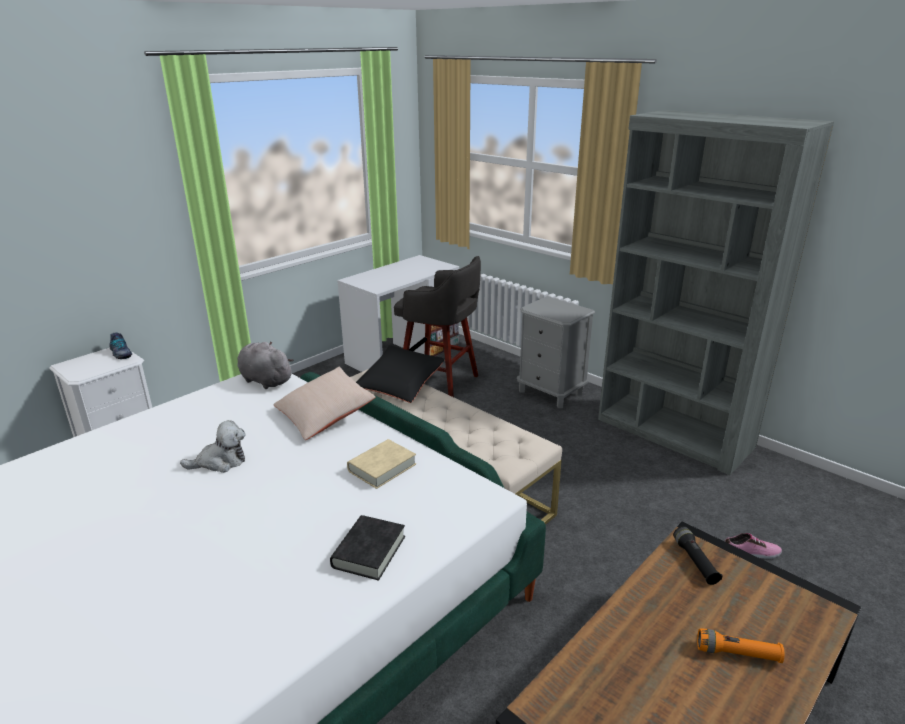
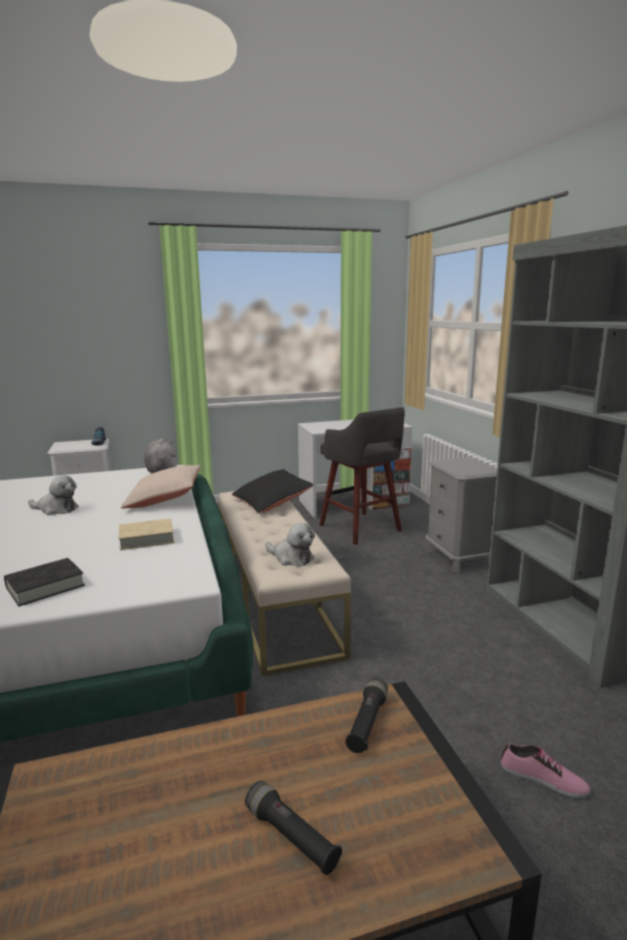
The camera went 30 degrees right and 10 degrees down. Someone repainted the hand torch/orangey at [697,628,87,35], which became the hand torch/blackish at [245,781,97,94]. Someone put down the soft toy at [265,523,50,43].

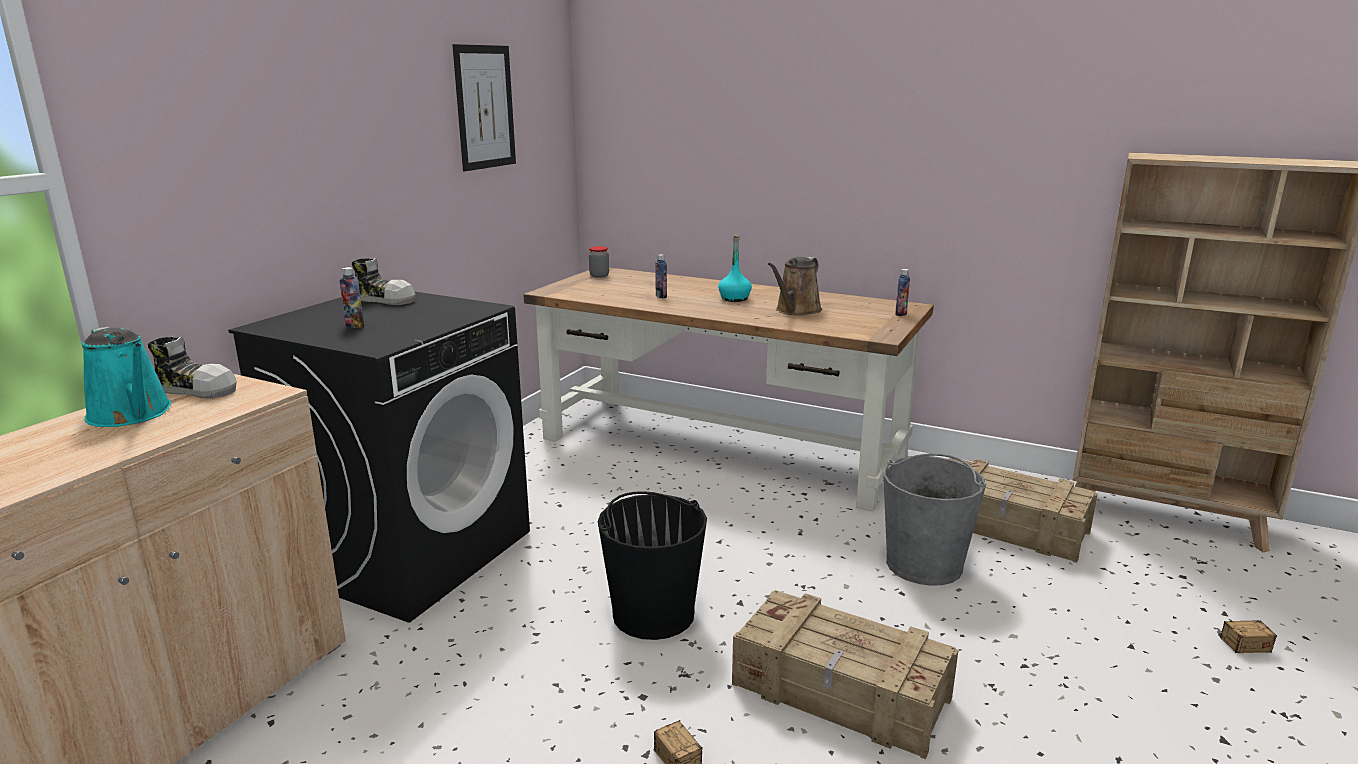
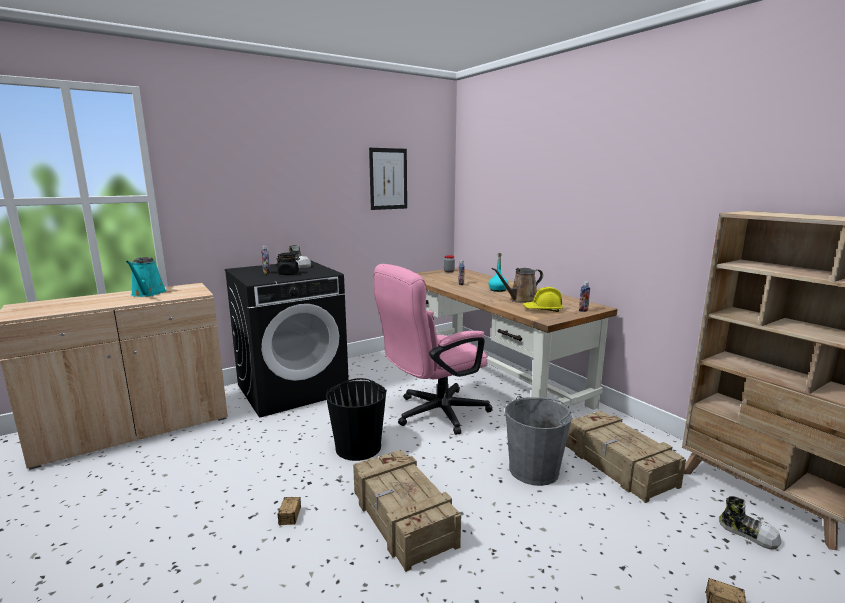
The camera went 30 degrees right and 5 degrees down. Someone carried the shoe from [148,337,89,62] to [719,496,62,54]. Someone put down the storage jar/blackish at [276,253,24,22]. Someone put down the office chair/pinkish at [373,264,119,171]. Someone put down the safety helmet/yellow at [523,287,40,25].

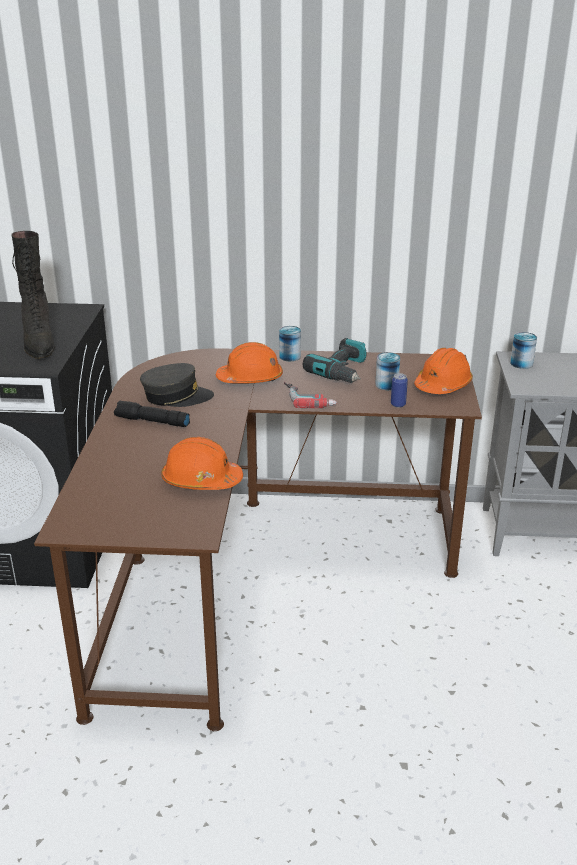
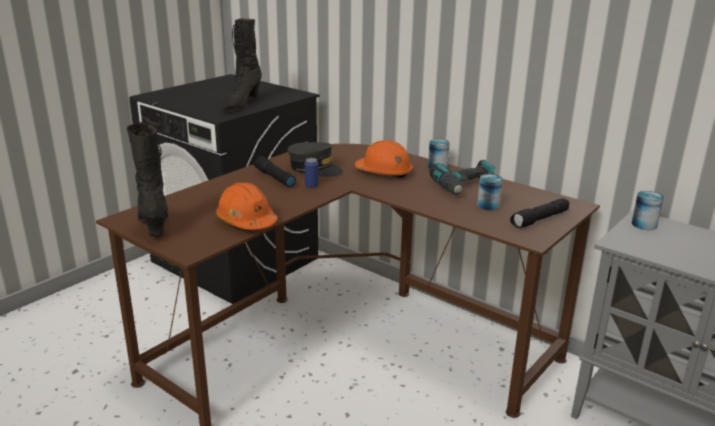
The camera went 35 degrees right and 5 degrees down. Someone took away the power drill at [284,382,53,26]. Someone carried the can from [391,373,17,35] to [305,158,13,30]. Someone swapped the safety helmet/orangey at [414,348,59,46] for the hand torch/blackish at [510,198,59,30]. Someone put down the high-top boot/blackish at [127,122,42,115].

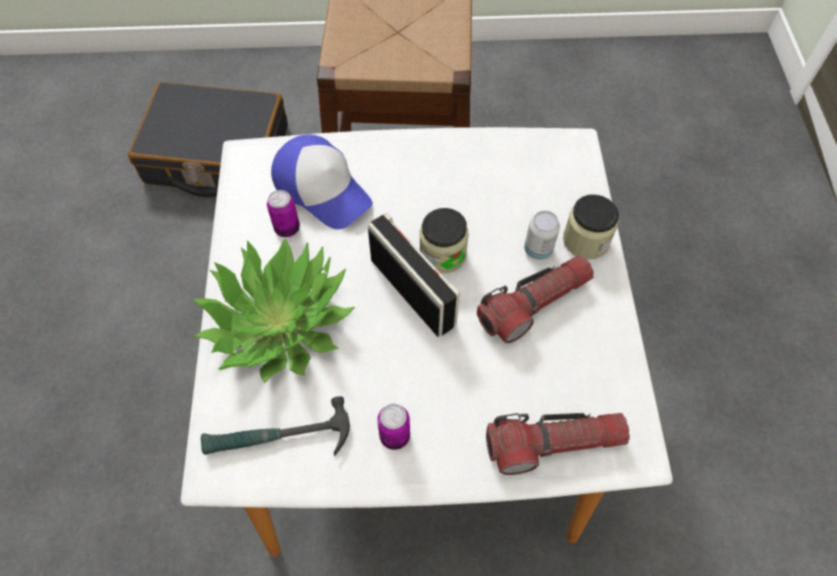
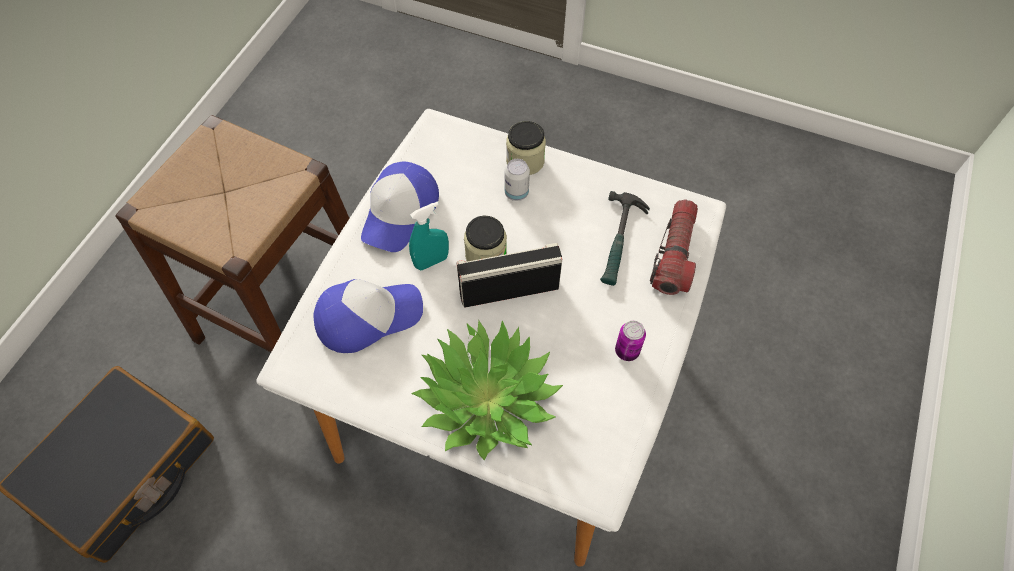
The camera went 65 degrees left and 0 degrees up. Someone carried the tool hammer from [201,396,149,60] to [600,191,50,95]. Someone took away the can at [267,190,33,47]. Someone took away the hand torch at [477,255,117,88]. Someone put down the cap at [361,161,78,91]. Someone put down the hand sprayer/turquoise-coloured at [409,202,40,68].

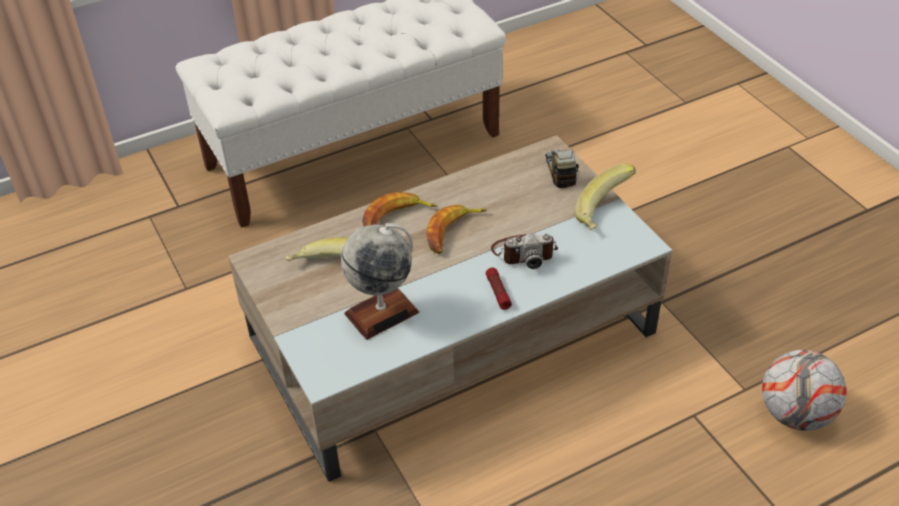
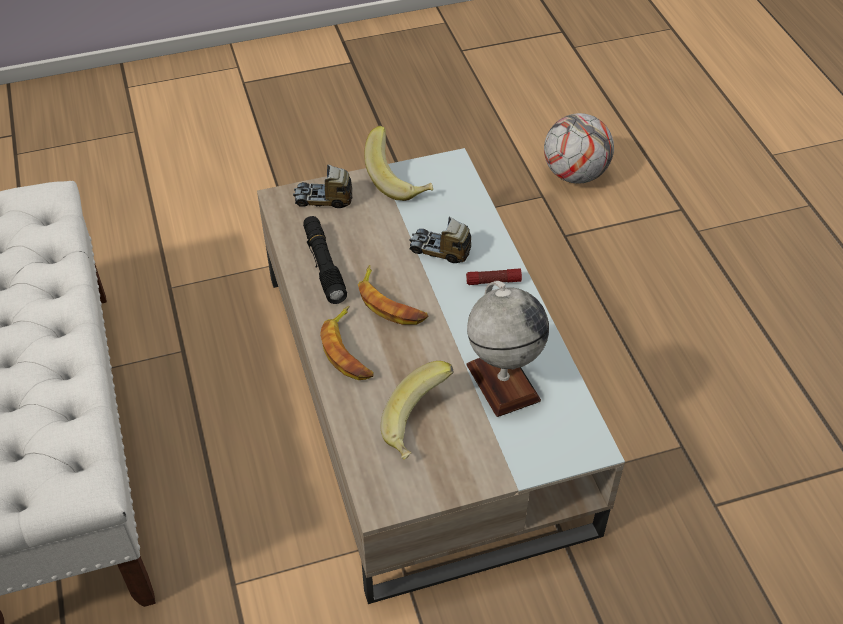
The camera went 80 degrees left and 5 degrees up. Someone swapped the photo camera at [491,233,67,36] for the toy truck at [409,216,62,47]. Someone put down the hand torch/blackish at [303,216,44,88].

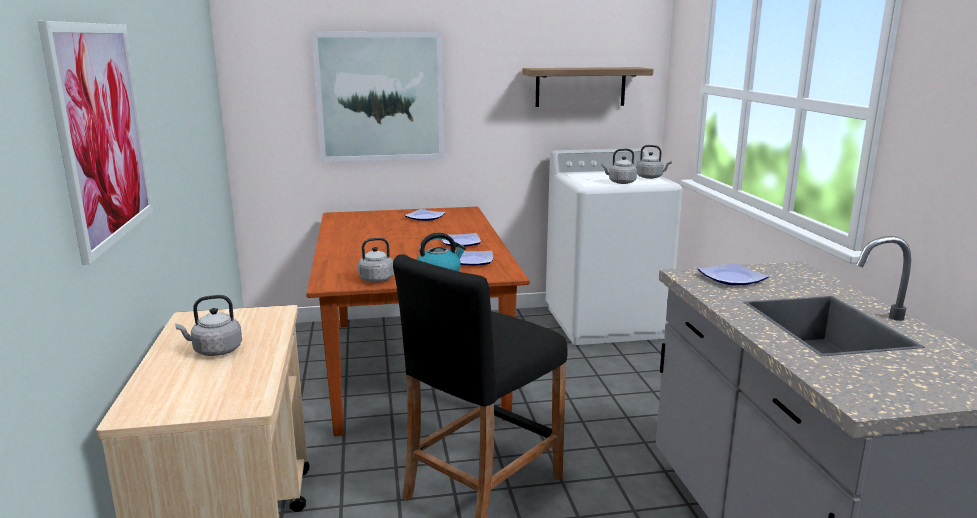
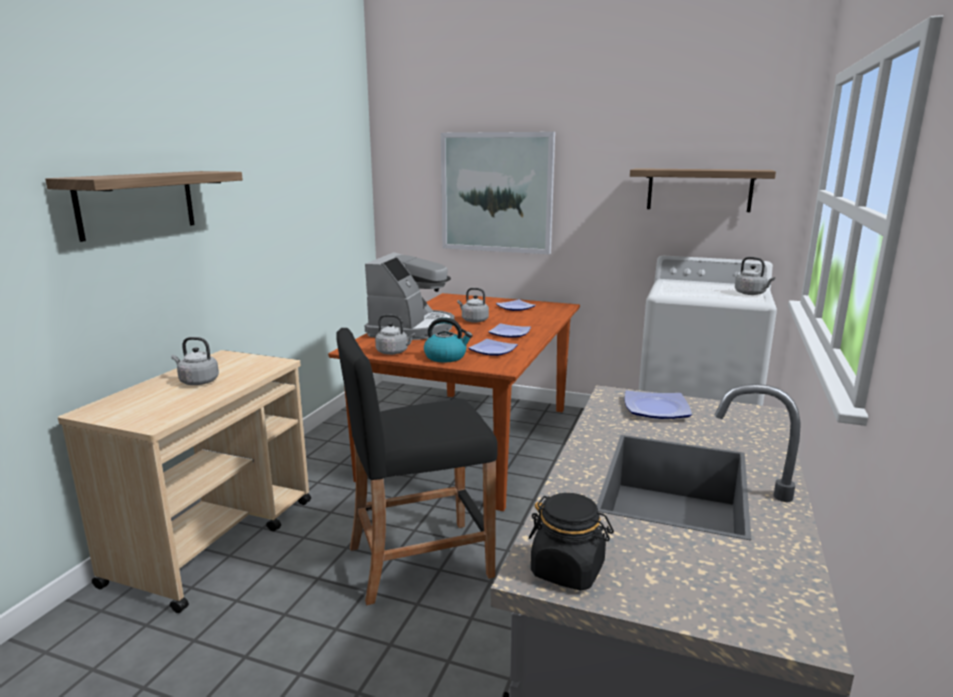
The camera went 30 degrees right and 0 degrees up. Someone swapped the wall art at [38,21,116,244] for the wall shelf at [45,171,198,71]. Someone carried the water kettle/greyish from [601,149,36,35] to [457,288,32,35]. Someone put down the coffee maker at [365,252,90,88]. Someone put down the storage jar/blackish at [529,493,85,97].

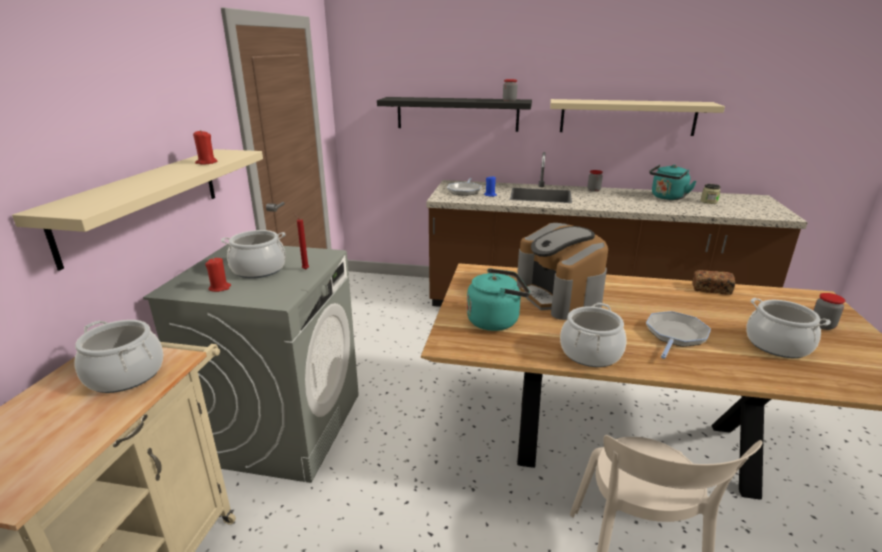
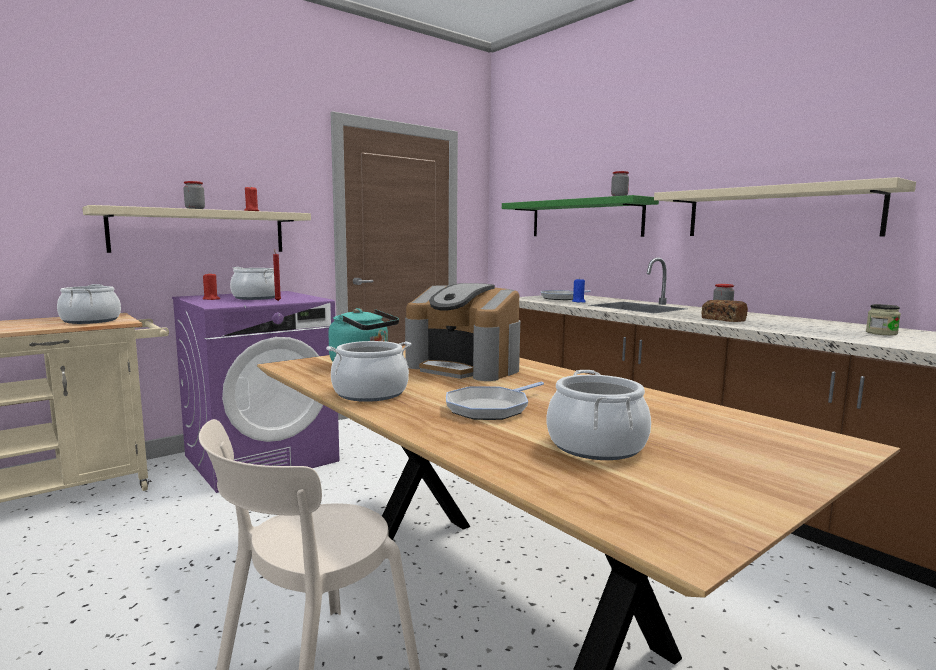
The camera went 40 degrees right and 15 degrees down. Someone repainted the laundry machine/greyish at [143,243,216,240], which became the laundry machine/purple at [172,291,167,202]. Someone repainted the wall shelf/blackish at [377,97,155,35], which became the wall shelf/green at [502,195,157,42]. Someone rotated the coffee maker at [517,223,91,97] by 75 degrees counterclockwise. Someone rotated the pan at [646,311,65,48] by 150 degrees clockwise. Someone took away the water kettle/turquoise-coloured at [649,165,48,35]. Someone carried the baked bread from [692,270,43,25] to [701,300,47,22]. Someone carried the storage jar from [813,293,33,37] to [183,181,22,28].

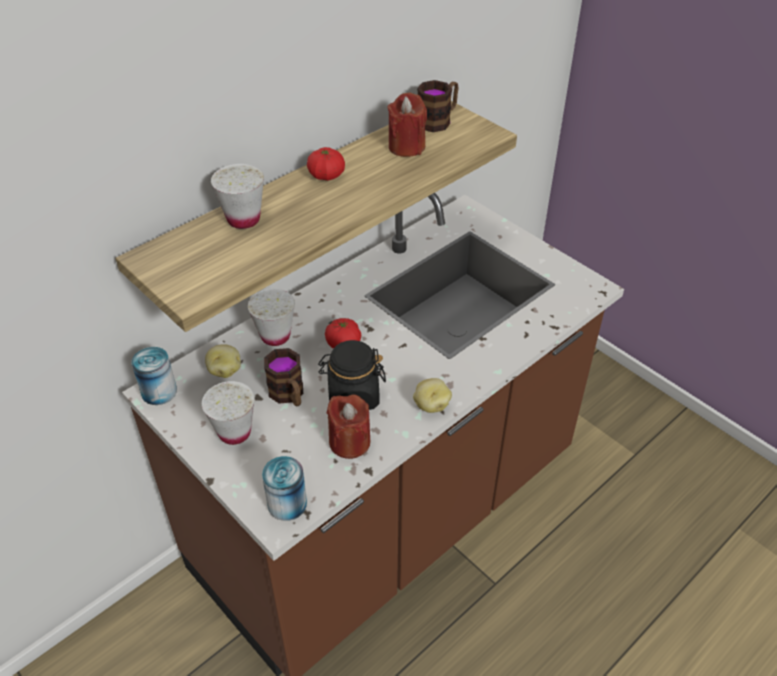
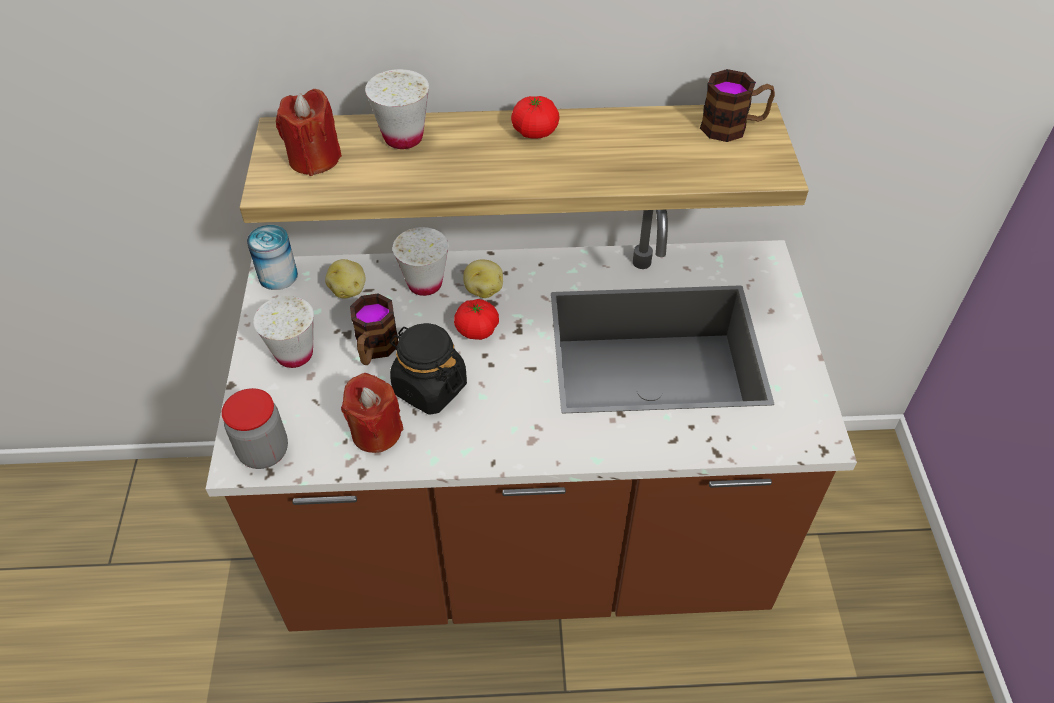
The camera went 40 degrees right and 5 degrees up. Someone swapped the can at [262,456,45,65] for the storage jar at [222,388,66,81]. Someone carried the candle/reddish from [387,93,40,64] to [276,89,66,87]. Someone carried the spud from [413,378,39,35] to [463,260,40,38].

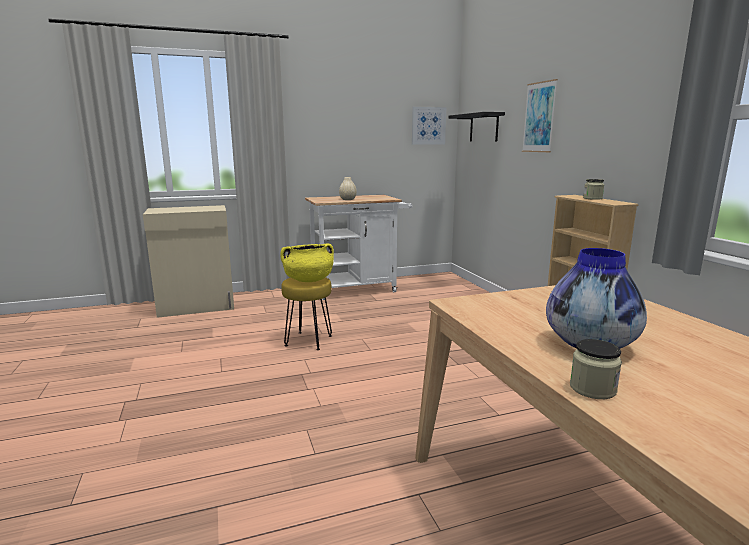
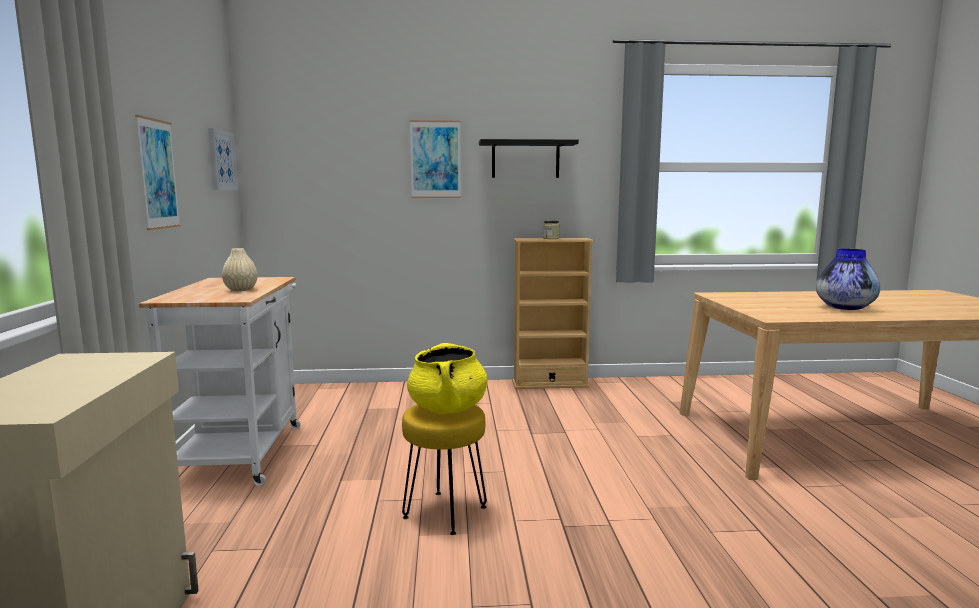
The camera went 75 degrees left and 5 degrees down. Someone carried the wall shelf/blackish from [449,112,56,30] to [479,139,100,39]. Someone took away the storage jar at [570,339,52,60]. Someone put up the wall art at [135,115,46,115].

